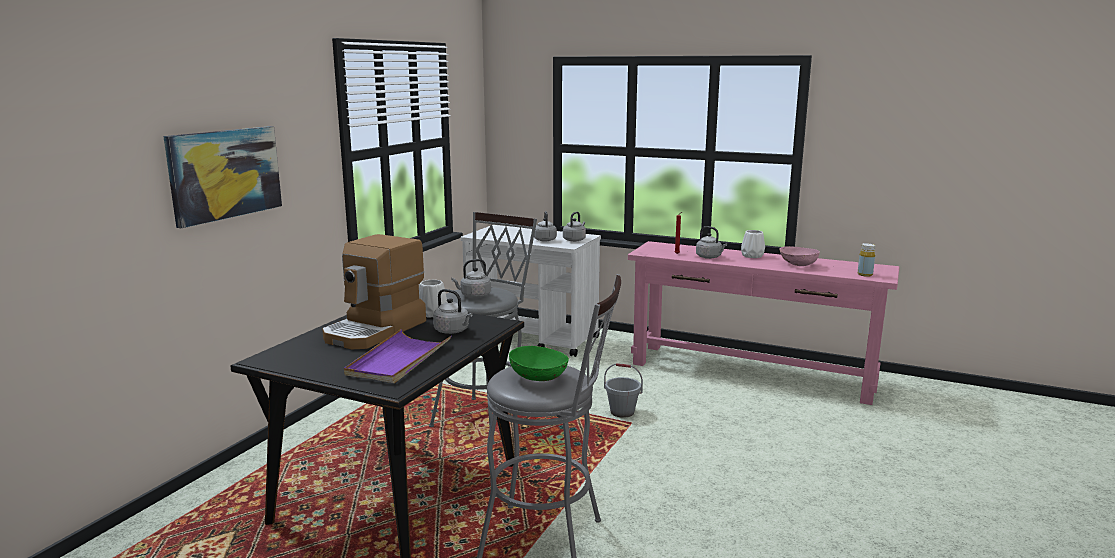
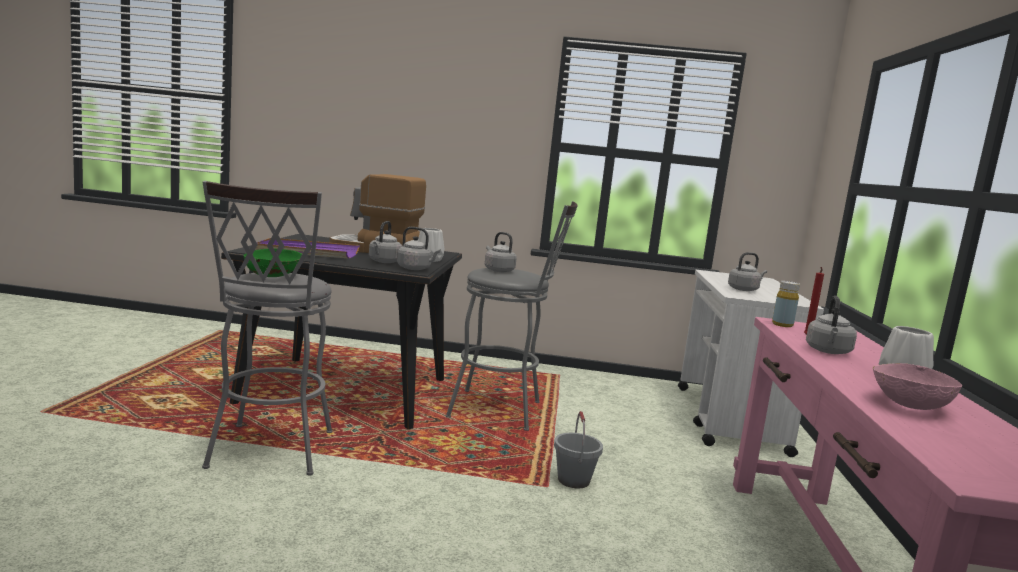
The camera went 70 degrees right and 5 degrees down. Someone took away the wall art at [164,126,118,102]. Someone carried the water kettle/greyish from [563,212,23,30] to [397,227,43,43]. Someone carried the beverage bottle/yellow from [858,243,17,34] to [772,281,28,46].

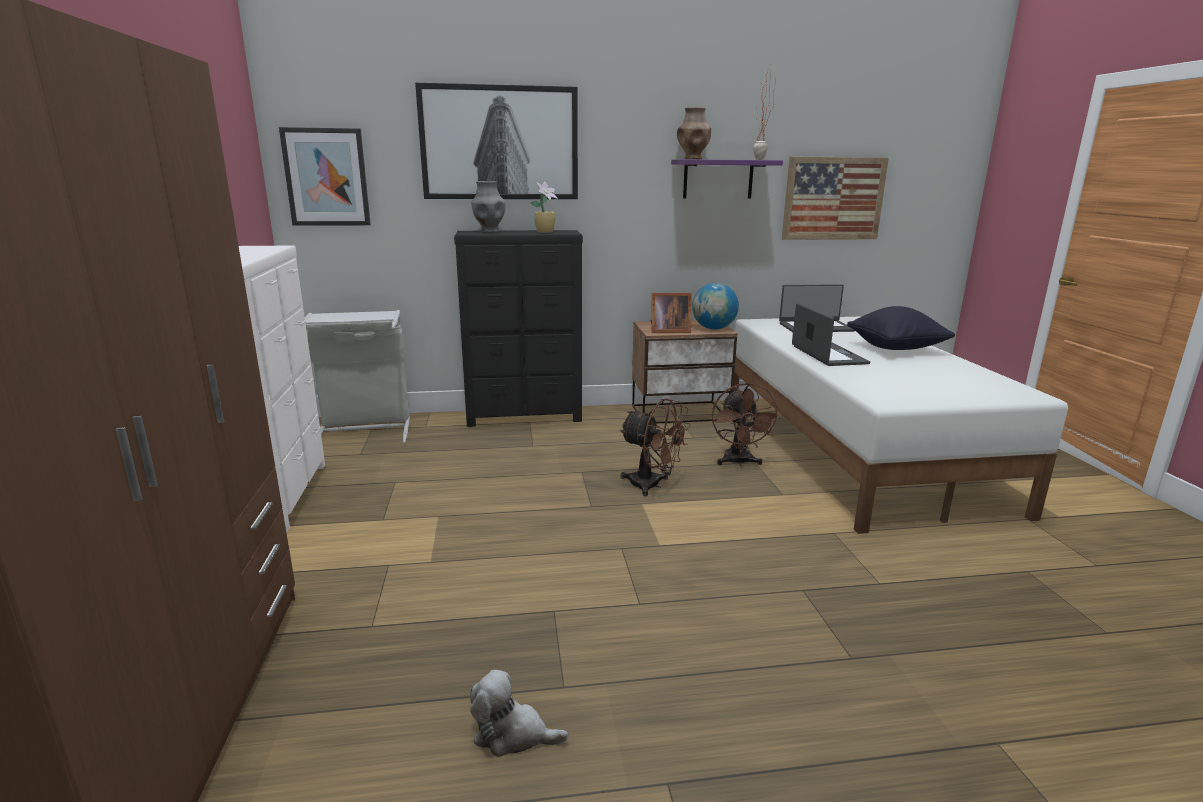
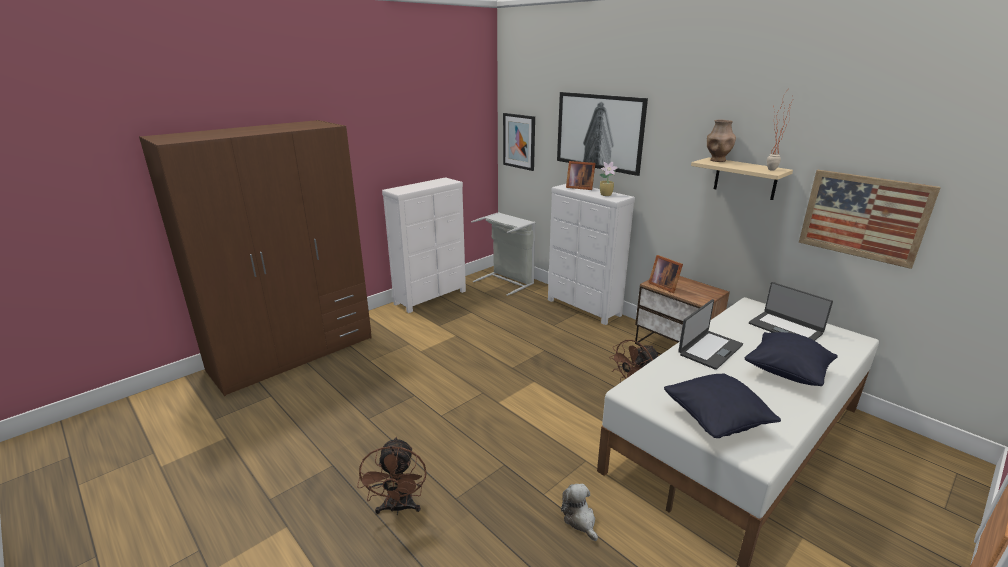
The camera went 55 degrees right and 5 degrees up. Someone repainted the chest of drawers/blackish at [454,230,129,197], which became the chest of drawers/white-coloured at [548,184,87,141]. Someone carried the soft toy from [470,670,99,87] to [561,484,37,57]. Someone swapped the flower vase/greyish at [471,181,34,52] for the picture frame at [566,161,29,29]. Someone carried the fan/brown from [620,399,71,97] to [357,437,70,78]. Someone repainted the wall shelf/purple at [671,159,112,40], which became the wall shelf/beige at [691,157,102,43]. Someone took away the desk globe at [692,283,47,47]. Someone put down the throw pillow/blackish at [664,373,117,65].

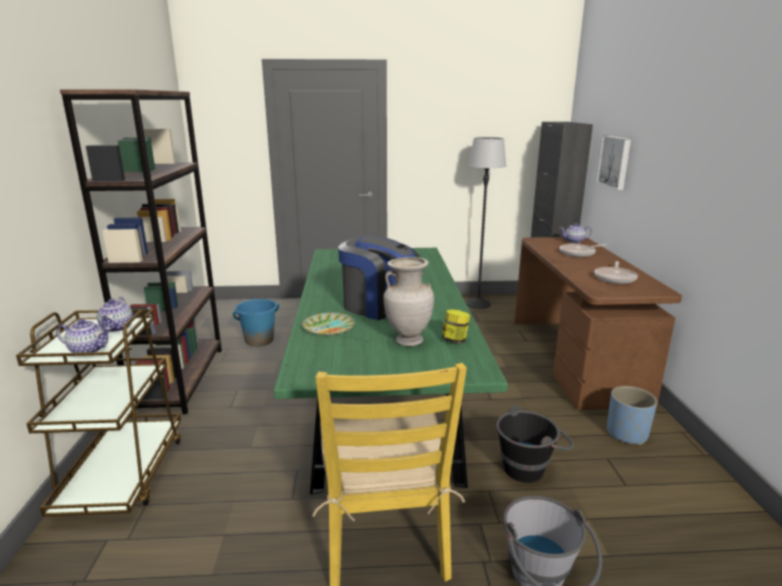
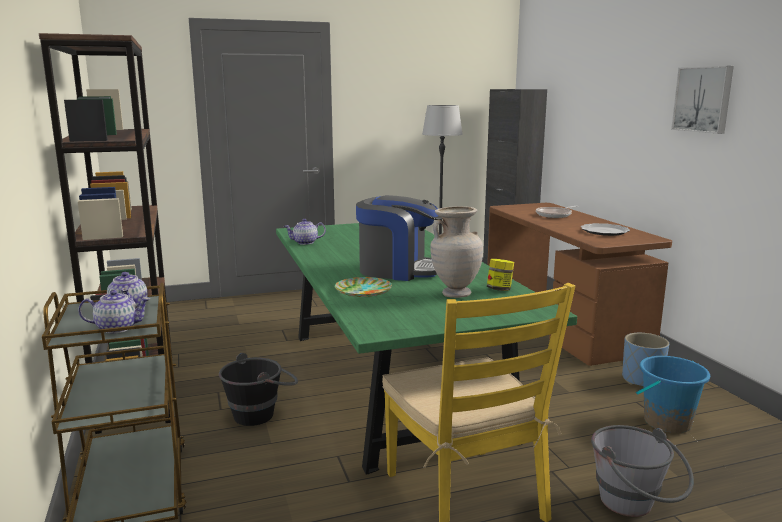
The camera went 15 degrees left and 5 degrees down. Someone carried the pail/bluish from [233,299,46,48] to [636,356,74,77]. Someone carried the pail/blackish from [496,405,78,78] to [219,353,79,73]. Someone carried the pot for tea from [560,223,32,20] to [284,219,42,26]. Someone swapped the pan at [595,261,43,23] for the dinner plate at [580,223,50,13]. Someone carried the wall art from [596,136,35,54] to [671,66,63,68].

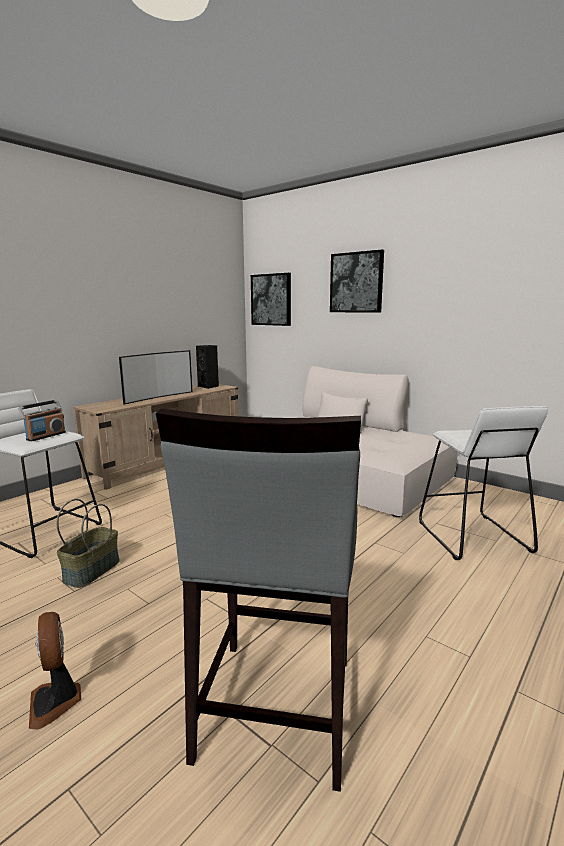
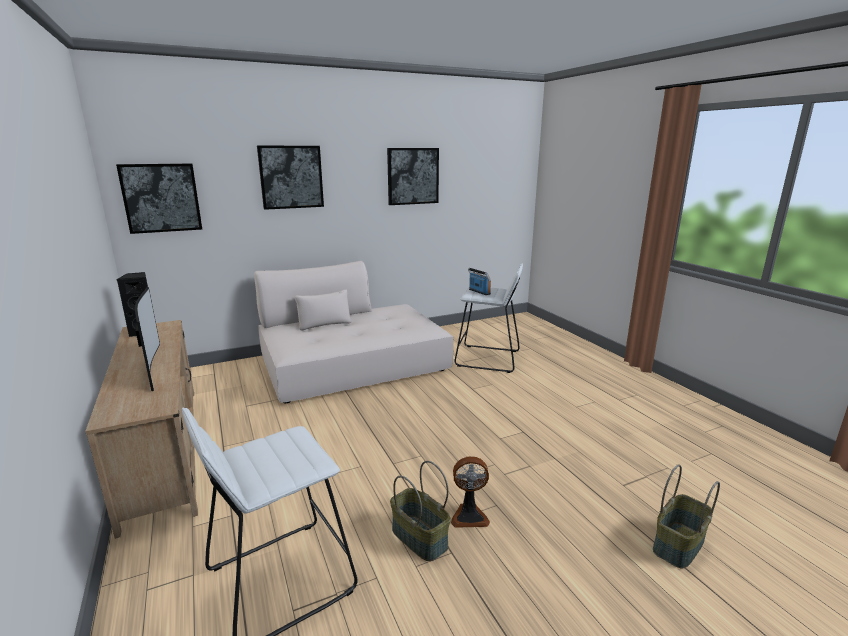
The camera went 65 degrees left and 5 degrees up. Someone carried the radio receiver from [18,400,48,41] to [468,268,23,27]. Someone carried the fan from [29,612,52,118] to [451,456,39,72]. Someone took away the stool seat/greyish at [156,408,205,384]. Someone put up the wall art at [387,148,52,57]. Someone put down the storage basket at [653,465,67,104].

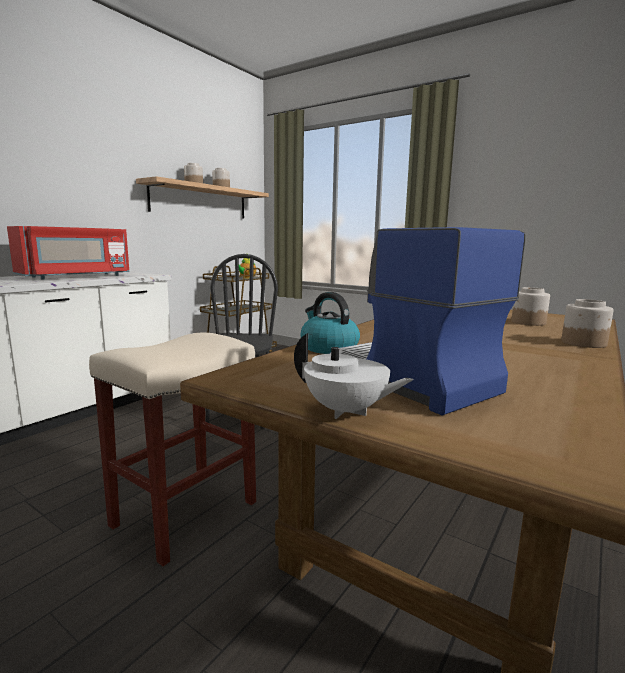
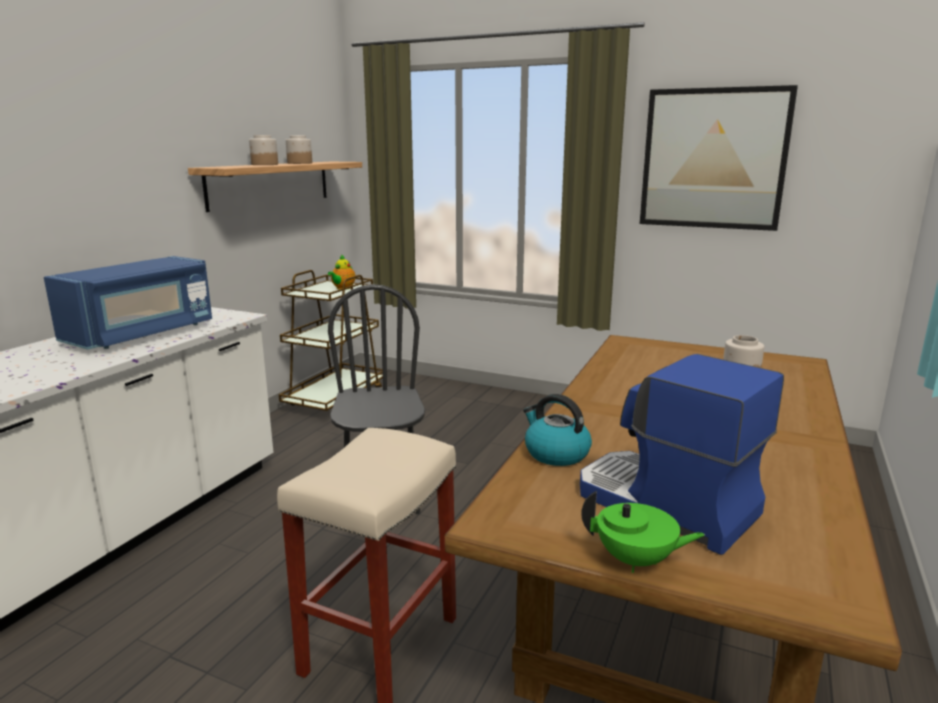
The camera went 10 degrees left and 5 degrees up. Someone repainted the microwave oven/reddish at [7,226,123,54], which became the microwave oven/bluish at [44,256,168,94]. Someone repainted the pot for tea/white-coloured at [294,333,120,86], which became the pot for tea/green at [581,491,124,82]. Someone took away the storage jar at [561,299,53,49]. Someone put up the wall art at [640,85,158,146].

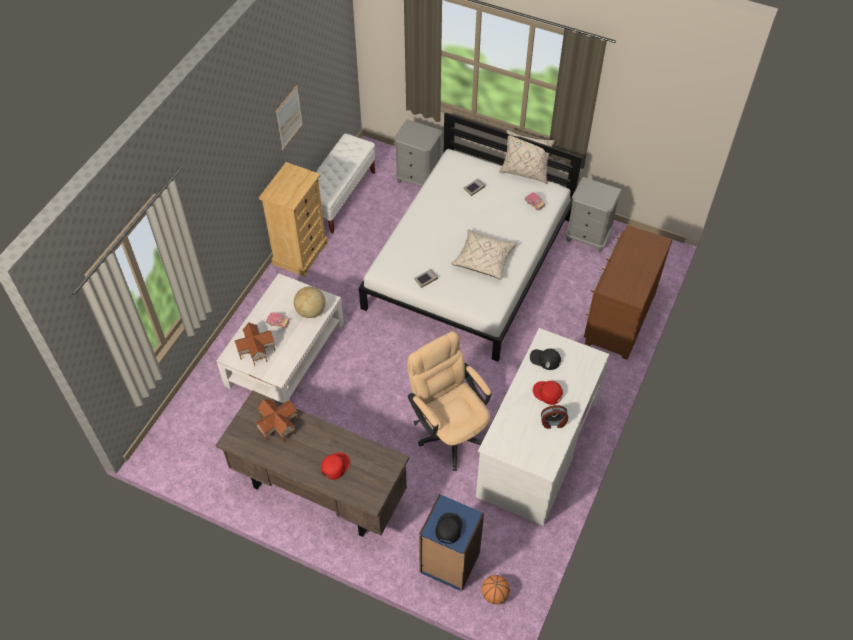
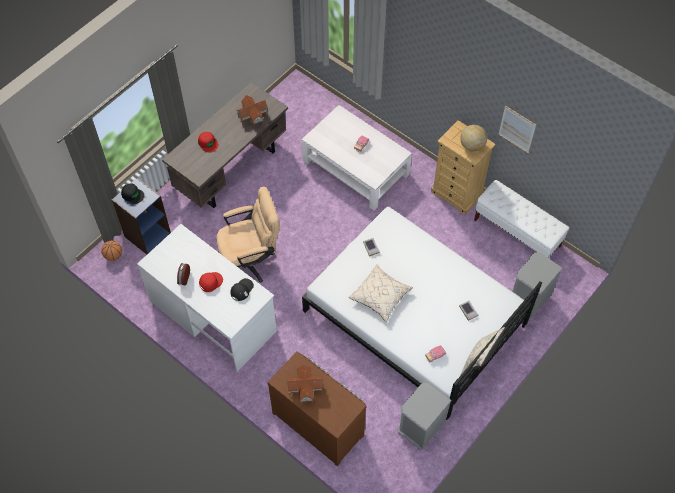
The camera went 105 degrees right and 5 degrees up. Someone carried the model house from [234,322,41,44] to [287,364,36,41]. Someone carried the desk globe from [294,287,31,31] to [460,125,27,27].

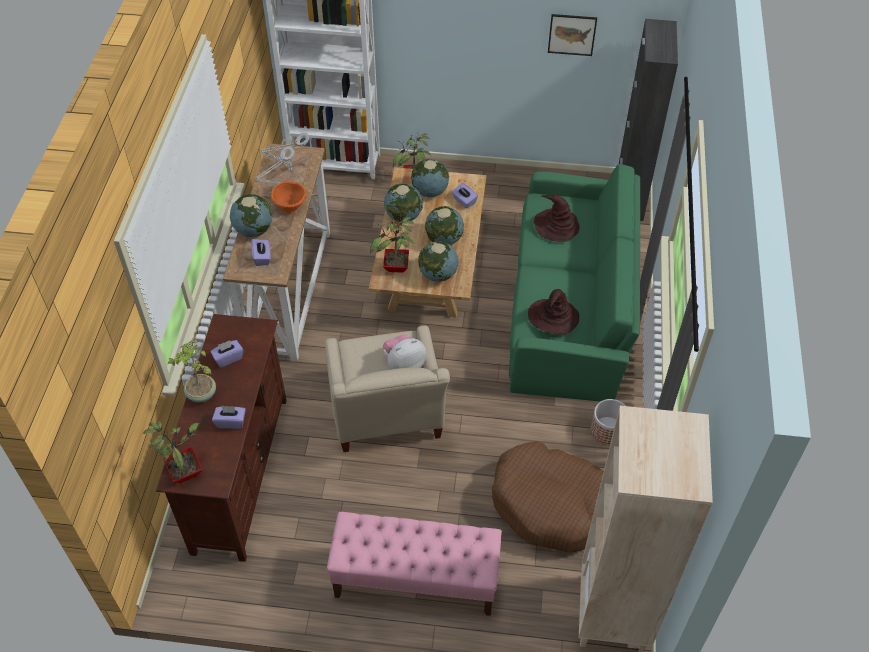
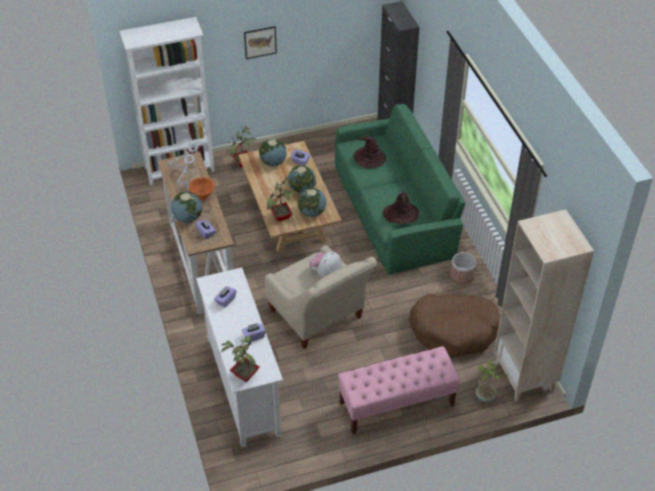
The camera went 25 degrees left and 5 degrees down. Someone repainted the media console/brown at [156,314,131,248], which became the media console/white-coloured at [196,267,87,180]. Someone carried the houseplant from [167,340,49,62] to [476,360,33,42]. Someone took away the desk globe at [384,183,39,39]. Someone carried the wall art from [548,14,49,42] to [244,26,33,33].

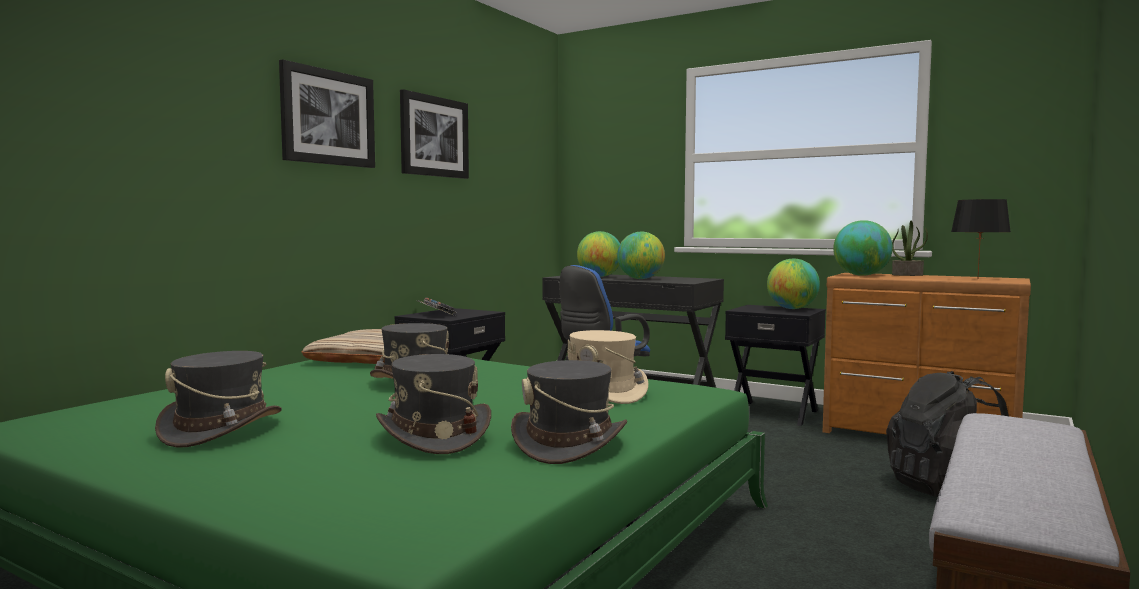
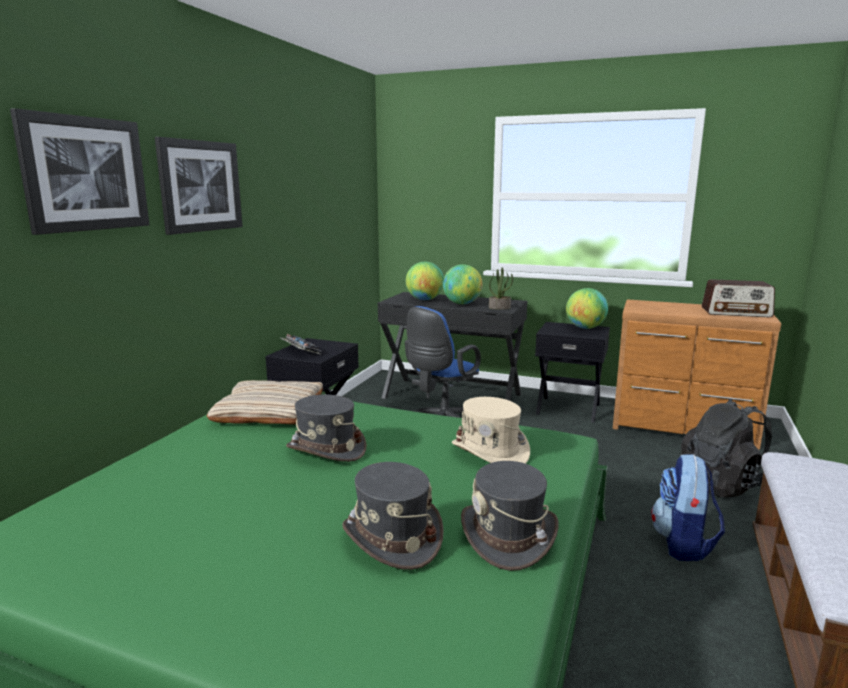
The camera went 10 degrees left and 10 degrees up. Someone took away the wearable hat/greyish at [155,351,127,97]. Someone carried the wall art from [400,89,69,90] to [10,108,140,127]. Someone took away the desk globe at [833,220,60,56]. Someone carried the houseplant from [892,221,36,55] to [489,267,24,43]. Someone swapped the table lamp/blackish at [951,199,60,77] for the radio receiver at [702,279,73,39]. Someone put down the backpack at [651,454,74,107].

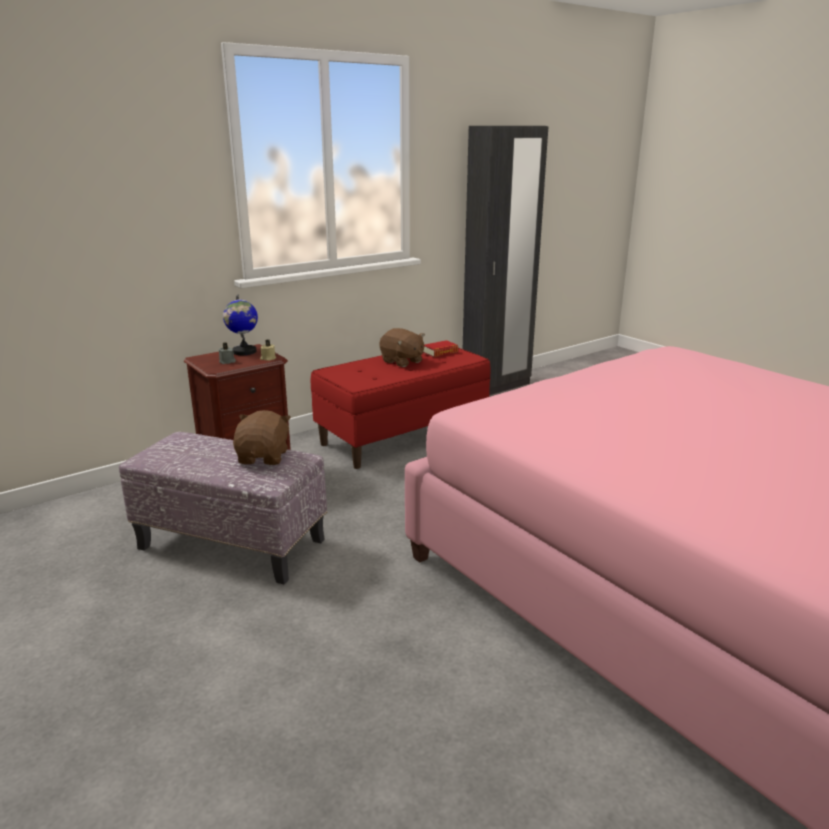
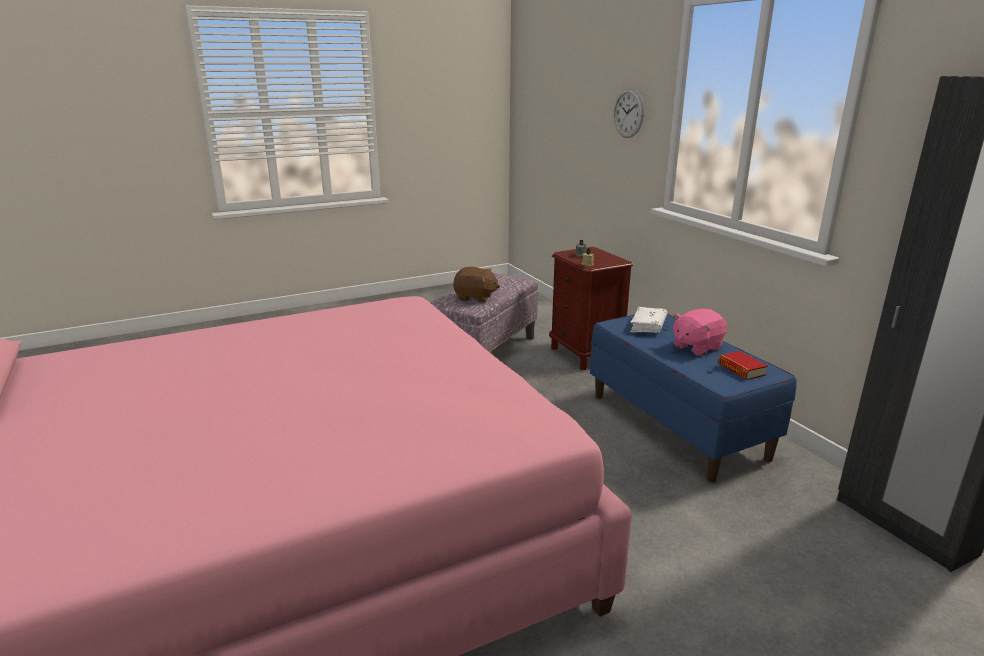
The camera went 100 degrees right and 0 degrees up. Someone took away the desk globe at [223,294,35,61]. Someone repainted the indoor bench/reddish at [311,348,179,121], which became the indoor bench/bluish at [590,314,207,169]. Someone repainted the soft toy/brown at [379,328,46,39], which became the soft toy/pinkish at [673,309,54,47]. Someone put up the clock on the wall at [614,88,30,50]. Someone put down the book/white-coloured at [630,307,37,26].

